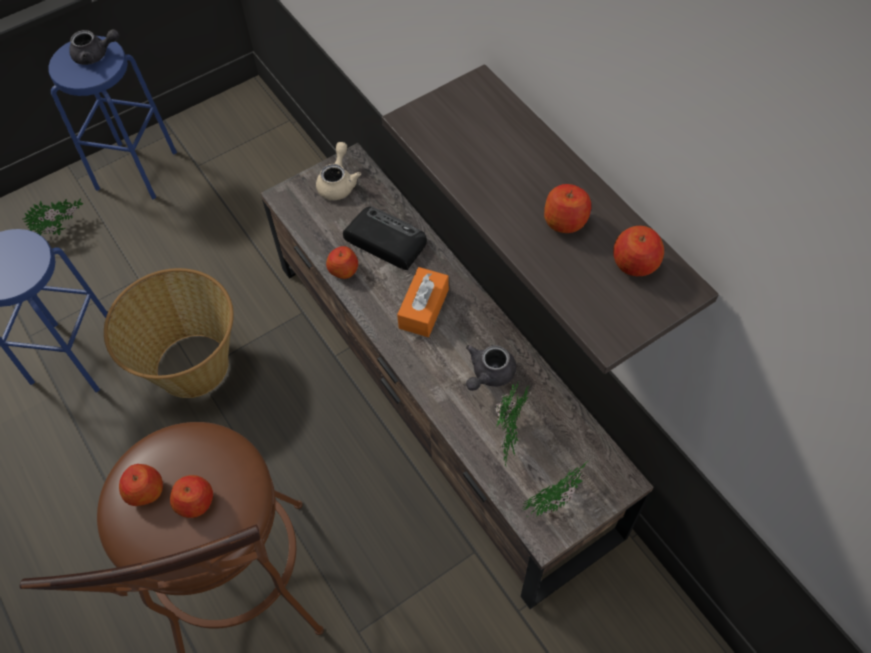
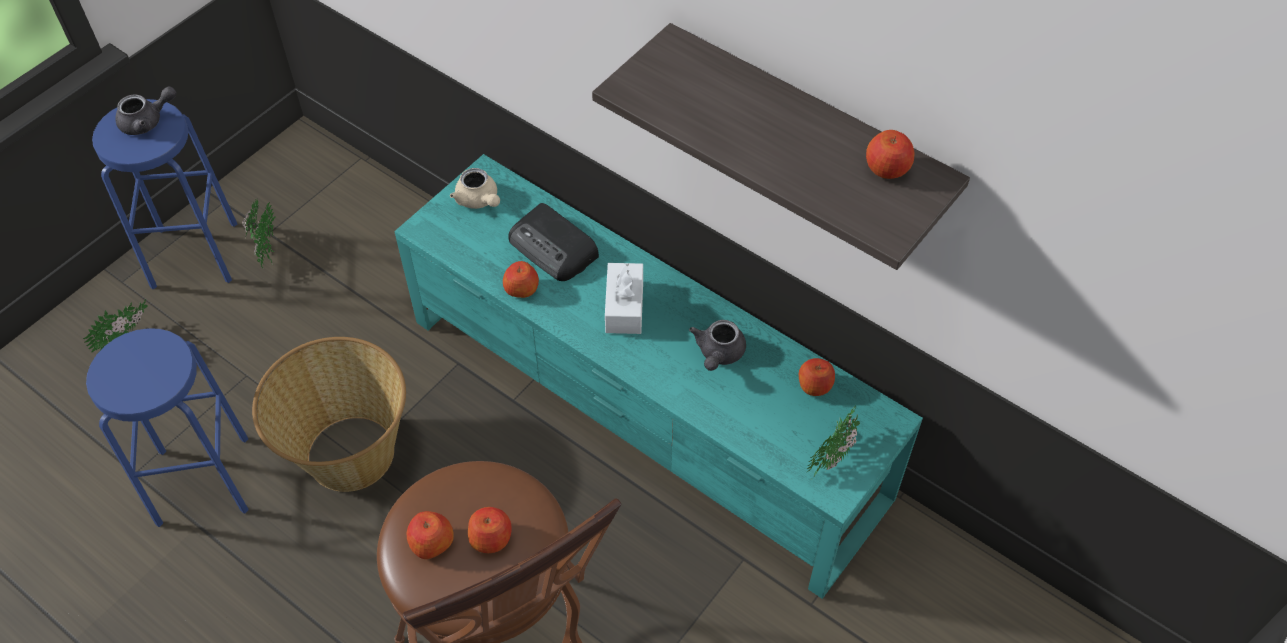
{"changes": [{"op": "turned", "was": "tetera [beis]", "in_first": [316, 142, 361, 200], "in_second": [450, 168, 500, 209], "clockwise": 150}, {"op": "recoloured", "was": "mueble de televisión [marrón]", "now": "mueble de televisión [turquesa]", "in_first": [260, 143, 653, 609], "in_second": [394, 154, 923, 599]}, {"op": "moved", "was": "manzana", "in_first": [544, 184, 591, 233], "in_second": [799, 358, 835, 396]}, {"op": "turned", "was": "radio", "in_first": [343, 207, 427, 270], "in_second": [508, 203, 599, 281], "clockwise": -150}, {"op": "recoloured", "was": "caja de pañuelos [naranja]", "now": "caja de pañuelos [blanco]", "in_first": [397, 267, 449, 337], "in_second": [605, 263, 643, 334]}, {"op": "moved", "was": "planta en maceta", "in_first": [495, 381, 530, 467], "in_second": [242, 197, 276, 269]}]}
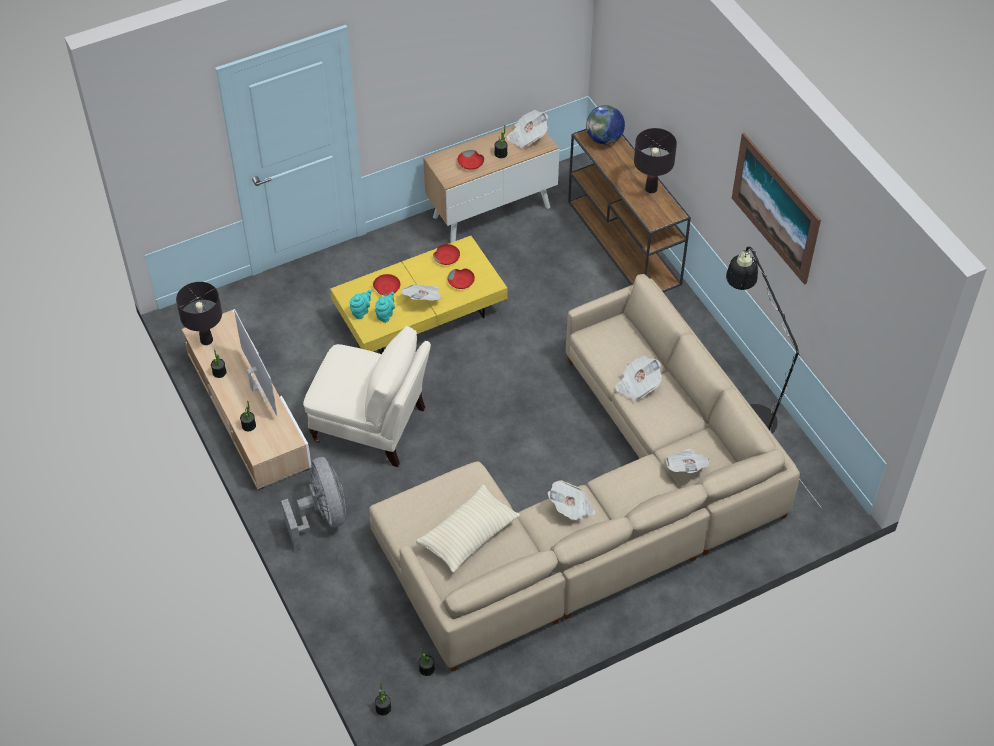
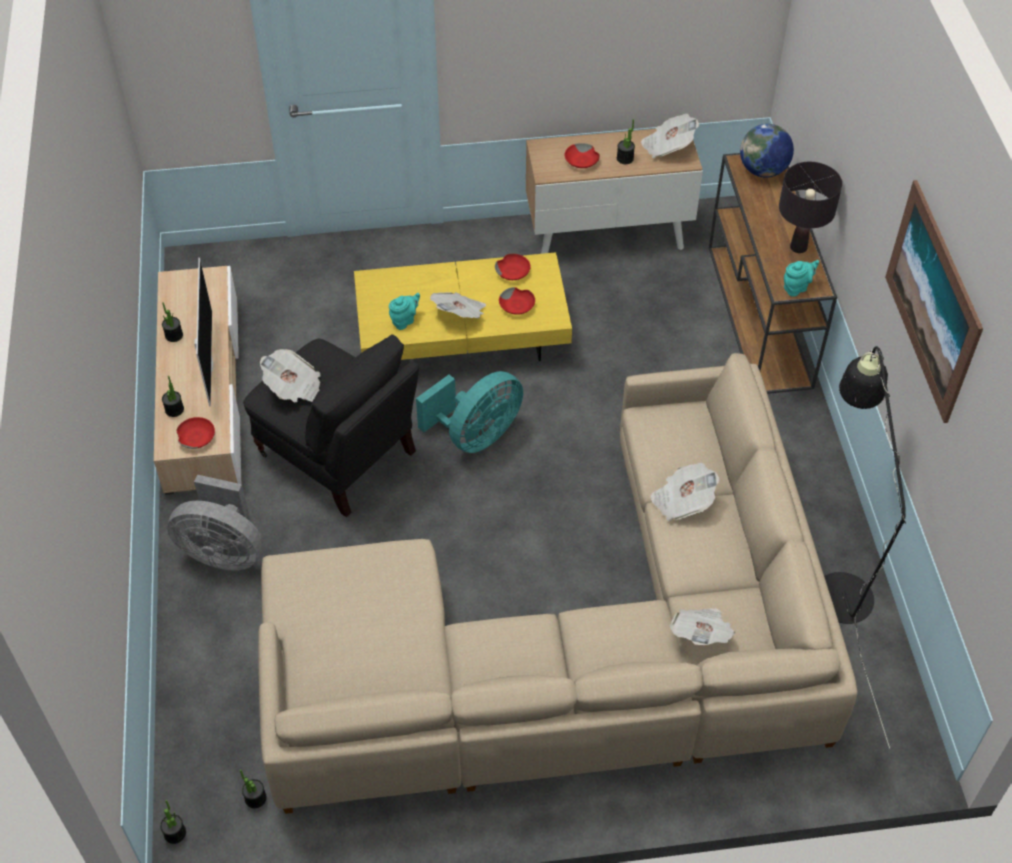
{"changes": [{"op": "moved", "was": "cuenco [rojo]", "in_first": [373, 274, 400, 296], "in_second": [176, 417, 215, 449]}, {"op": "removed", "was": "lámpara de mesa [negro]", "in_first": [176, 282, 222, 345]}, {"op": "moved", "was": "tetera [turquesa]", "in_first": [350, 290, 371, 319], "in_second": [784, 260, 819, 297]}, {"op": "recoloured", "was": "sillón [beis]", "now": "sillón [negro]", "in_first": [303, 326, 431, 467], "in_second": [243, 334, 419, 517]}, {"op": "turned", "was": "ventilador [gris]", "in_first": [281, 457, 346, 550], "in_second": [167, 475, 263, 571], "clockwise": 105}, {"op": "moved", "was": "periódico", "in_first": [548, 480, 596, 521], "in_second": [260, 349, 321, 402]}, {"op": "removed", "was": "cojín [beis]", "in_first": [416, 485, 520, 573]}, {"op": "added", "now": "ventilador [turquesa]", "in_second": [416, 371, 523, 453]}]}
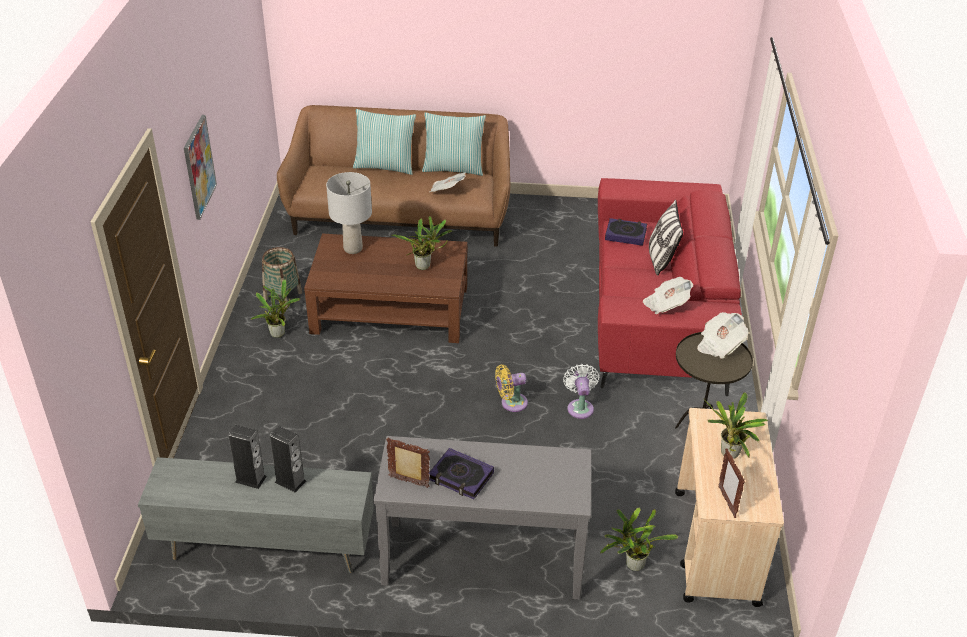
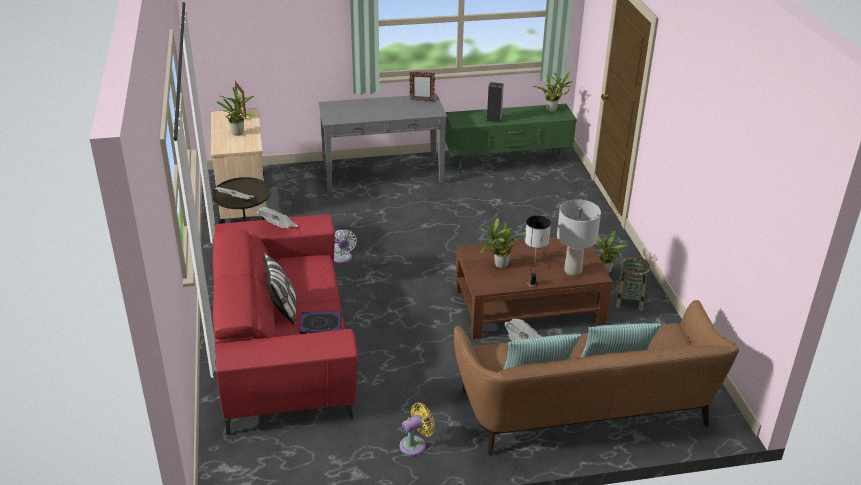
{"changes": [{"op": "removed", "was": "cuadro", "in_first": [184, 115, 217, 220]}, {"op": "moved", "was": "ventilador [amarillo]", "in_first": [495, 365, 528, 412], "in_second": [400, 402, 435, 456]}, {"op": "removed", "was": "altavoz", "in_first": [228, 425, 267, 489]}, {"op": "removed", "was": "libro", "in_first": [429, 448, 494, 499]}, {"op": "recoloured", "was": "mueble de televisión [gris]", "now": "mueble de televisión [verde]", "in_first": [138, 457, 374, 573], "in_second": [445, 104, 577, 173]}, {"op": "moved", "was": "planta en maceta", "in_first": [600, 507, 678, 571], "in_second": [532, 72, 573, 112]}, {"op": "added", "now": "lámpara de mesa", "in_second": [525, 215, 551, 287]}]}
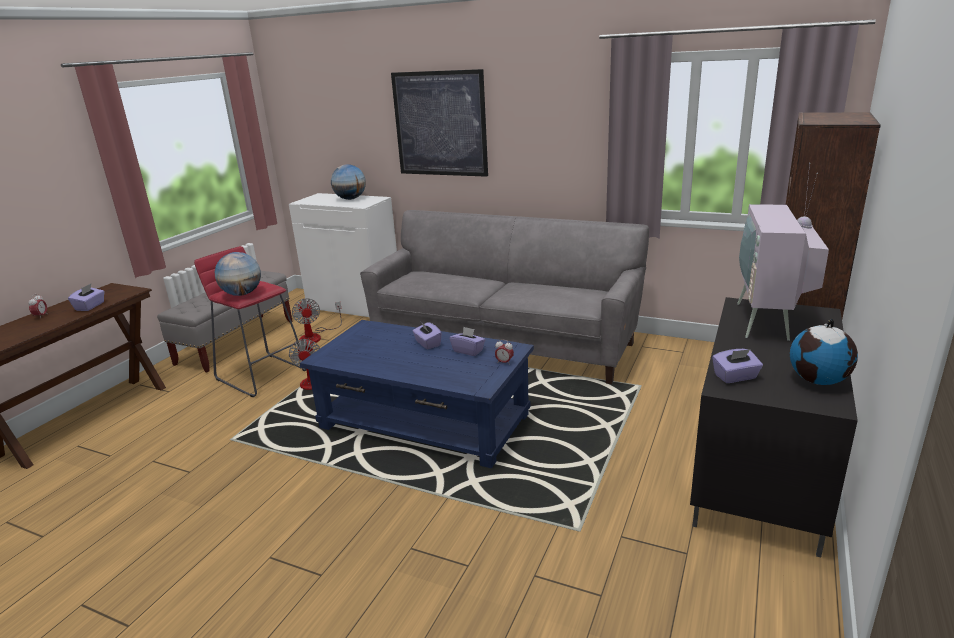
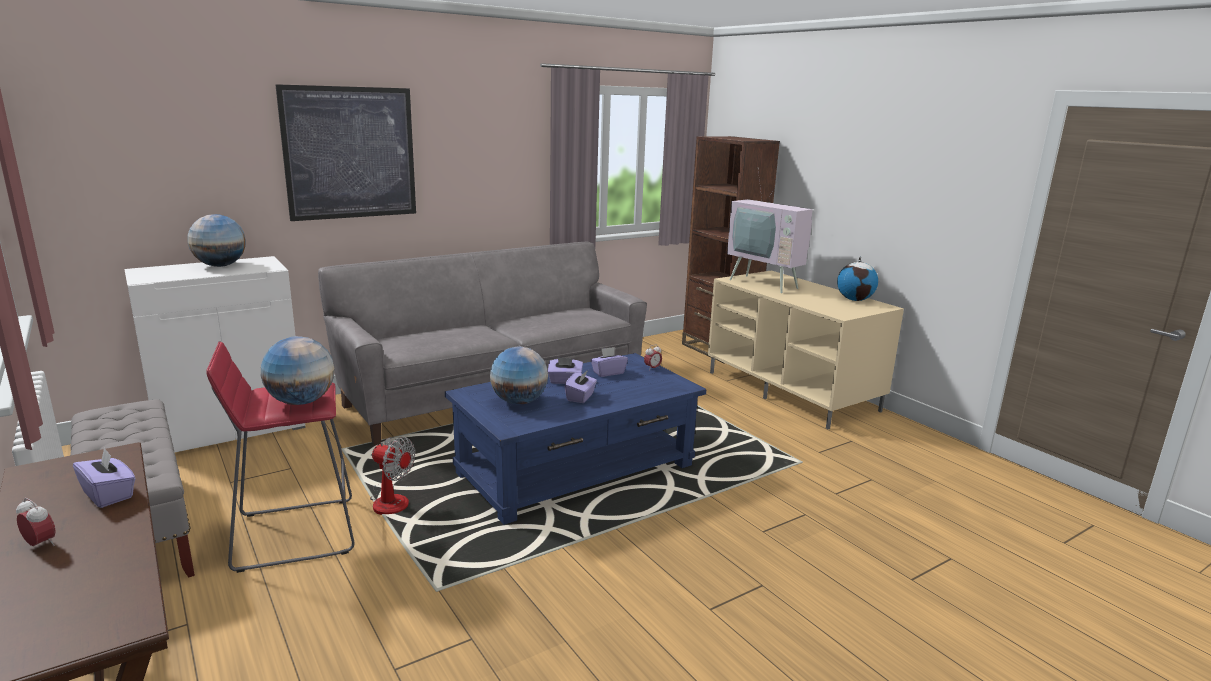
{"changes": [{"op": "recoloured", "was": "mueble de televisión [negro]", "now": "mueble de televisión [beis]", "in_first": [690, 297, 858, 557], "in_second": [708, 270, 904, 429]}, {"op": "removed", "was": "ventilador", "in_first": [292, 298, 342, 344]}, {"op": "moved", "was": "caja de pañuelos [morado]", "in_first": [712, 349, 763, 383], "in_second": [565, 370, 597, 403]}, {"op": "added", "now": "globo terráqueo", "in_second": [490, 347, 548, 404]}]}
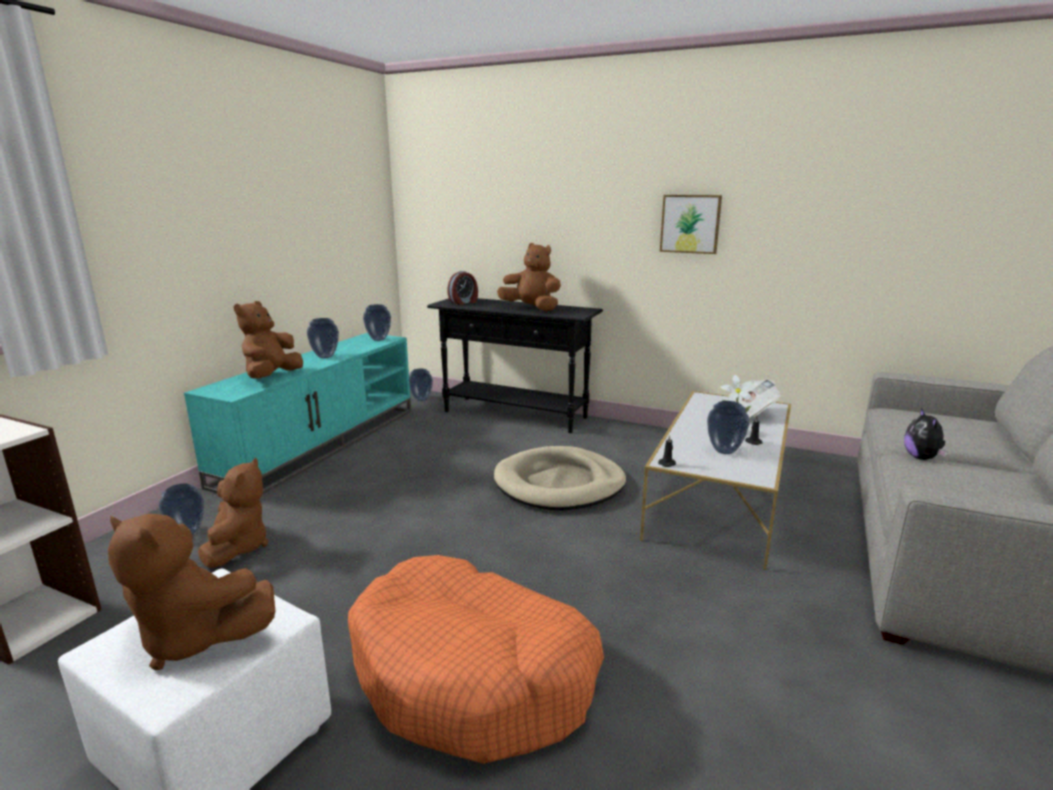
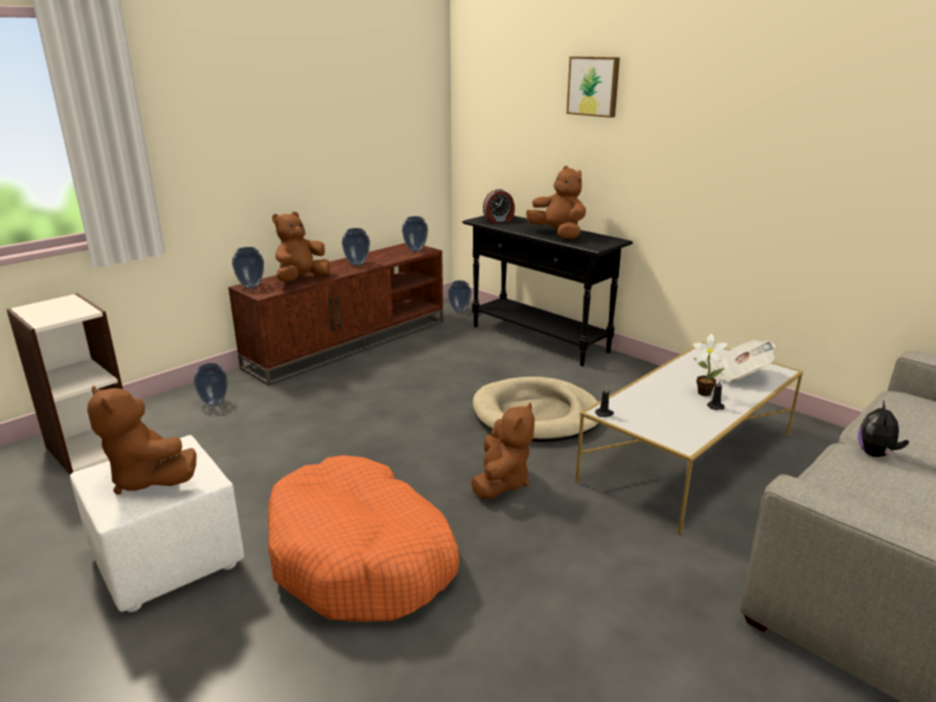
{"changes": [{"op": "moved", "was": "cuadro", "in_first": [660, 195, 722, 254], "in_second": [567, 56, 620, 118]}, {"op": "recoloured", "was": "mueble de televisión [turquesa]", "now": "mueble de televisión [marrón]", "in_first": [184, 333, 411, 494], "in_second": [228, 243, 443, 386]}, {"op": "moved", "was": "florero", "in_first": [707, 401, 749, 454], "in_second": [232, 247, 264, 288]}, {"op": "moved", "was": "peluche [marrón]", "in_first": [198, 458, 268, 568], "in_second": [471, 403, 535, 500]}]}
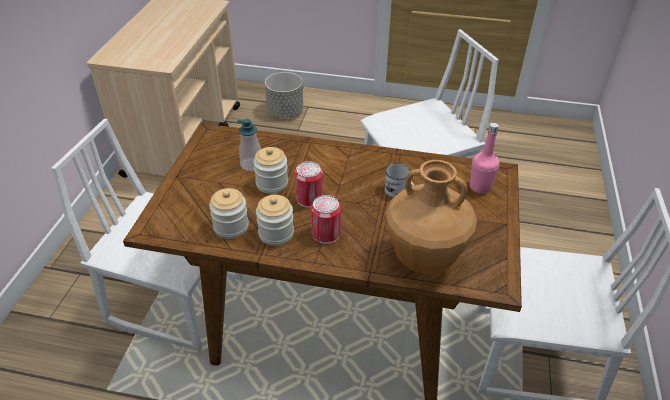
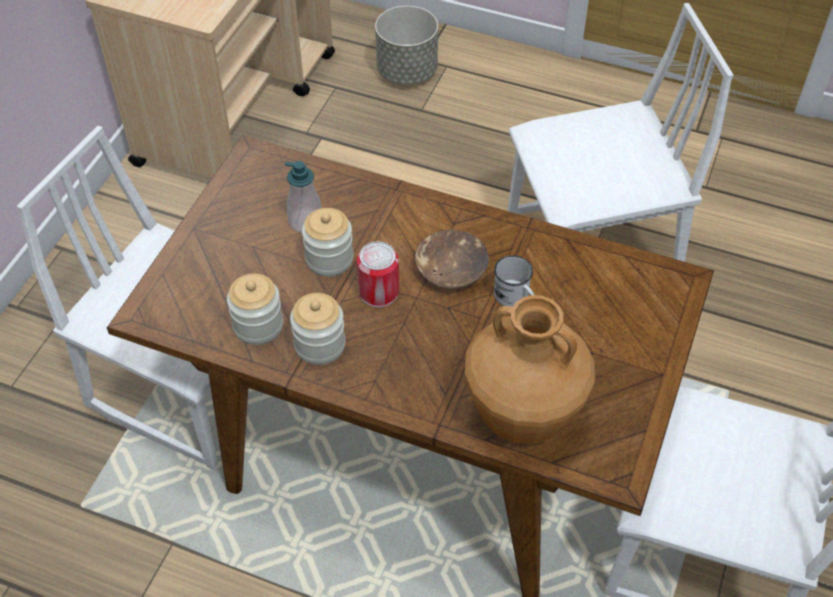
{"changes": [{"op": "removed", "was": "botella [rosa]", "in_first": [470, 123, 500, 194]}, {"op": "removed", "was": "lata", "in_first": [311, 195, 341, 244]}, {"op": "added", "now": "cuenco [marrón]", "in_second": [415, 230, 489, 288]}]}
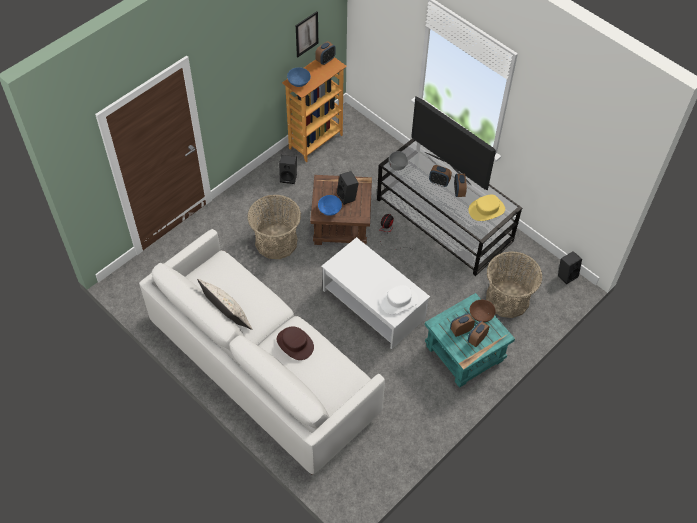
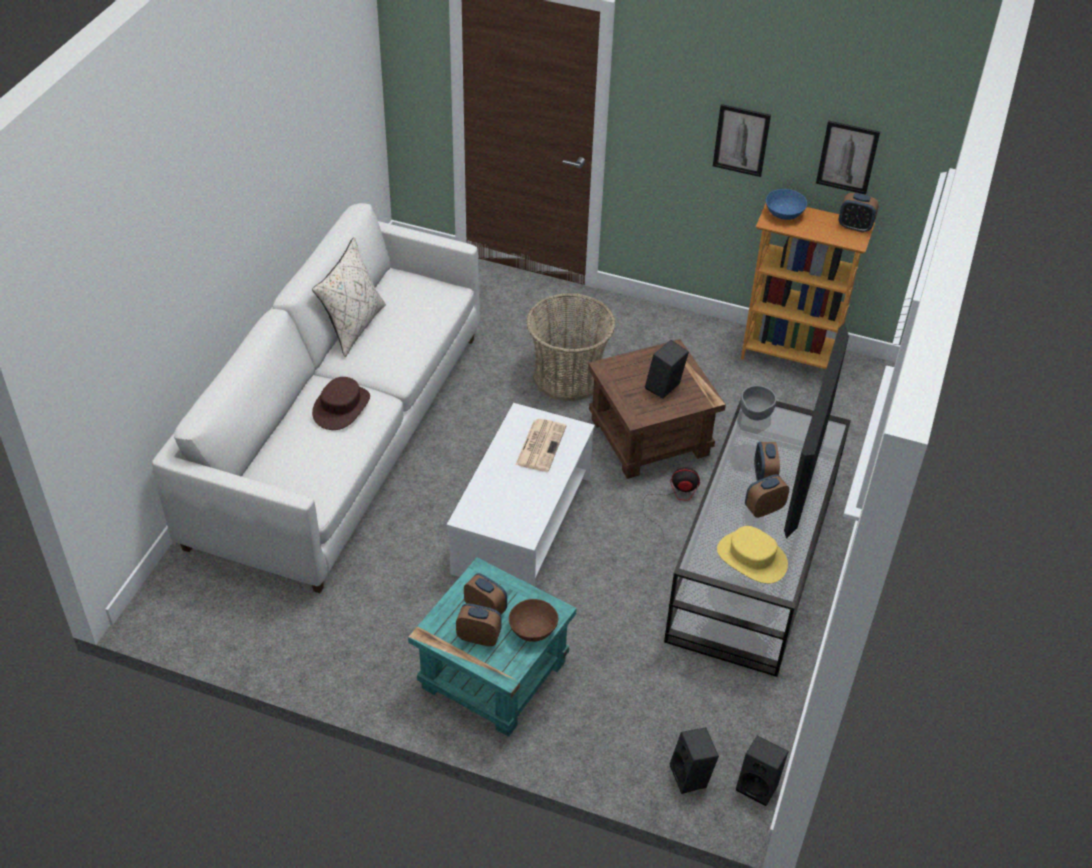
{"changes": [{"op": "moved", "was": "altavoz [negro]", "in_first": [279, 155, 297, 184], "in_second": [670, 727, 719, 794]}, {"op": "removed", "was": "cuenco [azul]", "in_first": [318, 195, 342, 216]}, {"op": "removed", "was": "cesta", "in_first": [486, 251, 543, 318]}, {"op": "removed", "was": "sombrero [blanco]", "in_first": [380, 285, 418, 314]}, {"op": "added", "now": "cuadro", "in_second": [713, 104, 771, 177]}, {"op": "added", "now": "periódico", "in_second": [515, 419, 566, 472]}]}
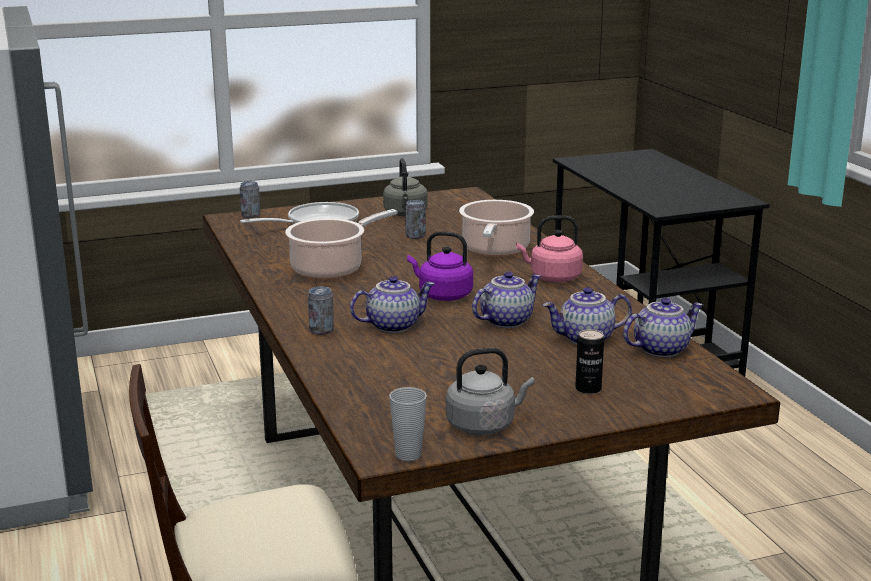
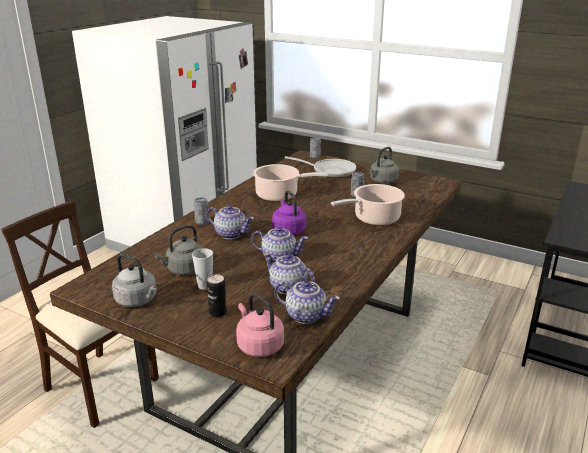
{"changes": [{"op": "moved", "was": "hervidor [rosa]", "in_first": [516, 215, 583, 282], "in_second": [236, 293, 284, 357]}, {"op": "moved", "was": "taza", "in_first": [389, 387, 427, 461], "in_second": [192, 248, 213, 290]}, {"op": "added", "now": "hervidor [gris]", "in_second": [154, 225, 203, 276]}]}
